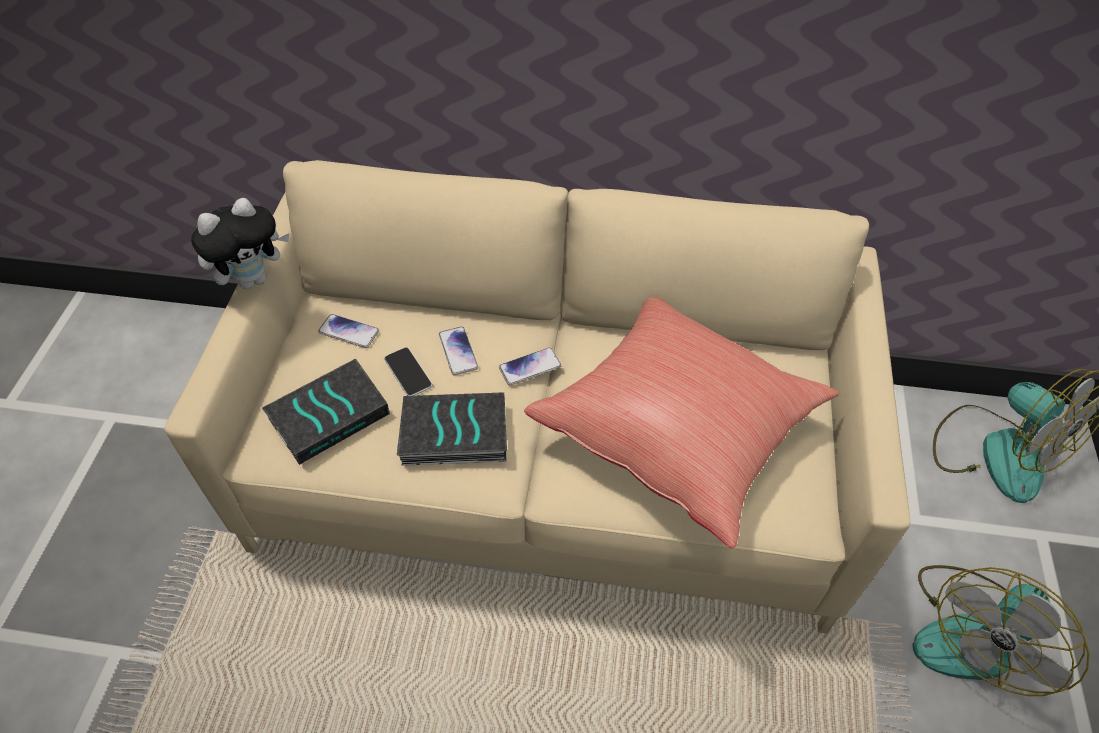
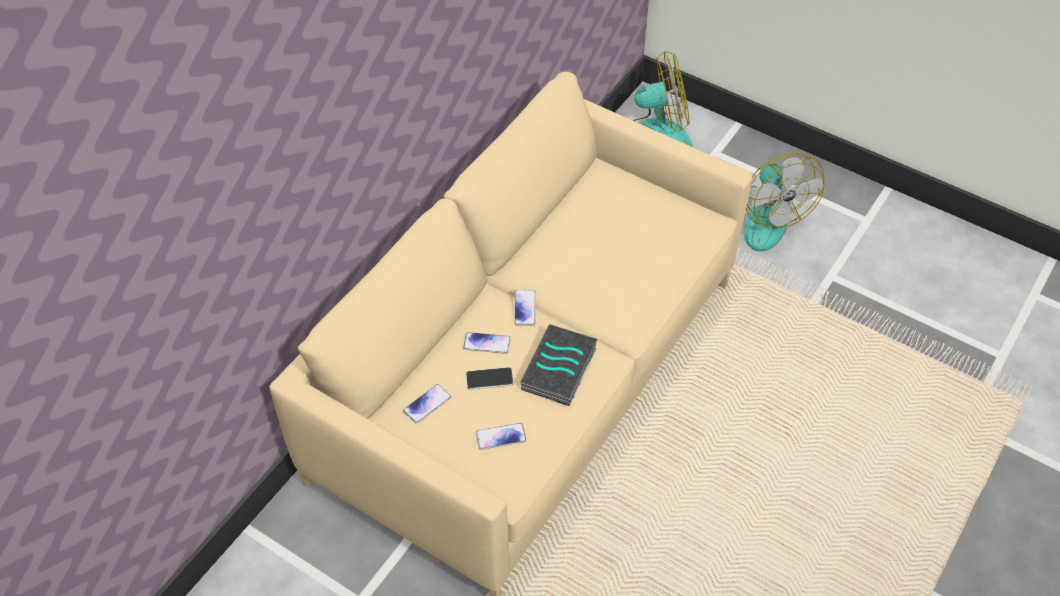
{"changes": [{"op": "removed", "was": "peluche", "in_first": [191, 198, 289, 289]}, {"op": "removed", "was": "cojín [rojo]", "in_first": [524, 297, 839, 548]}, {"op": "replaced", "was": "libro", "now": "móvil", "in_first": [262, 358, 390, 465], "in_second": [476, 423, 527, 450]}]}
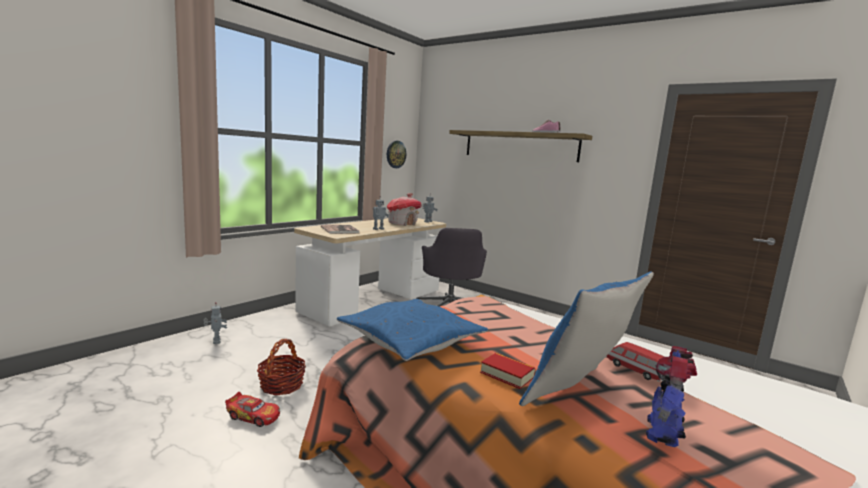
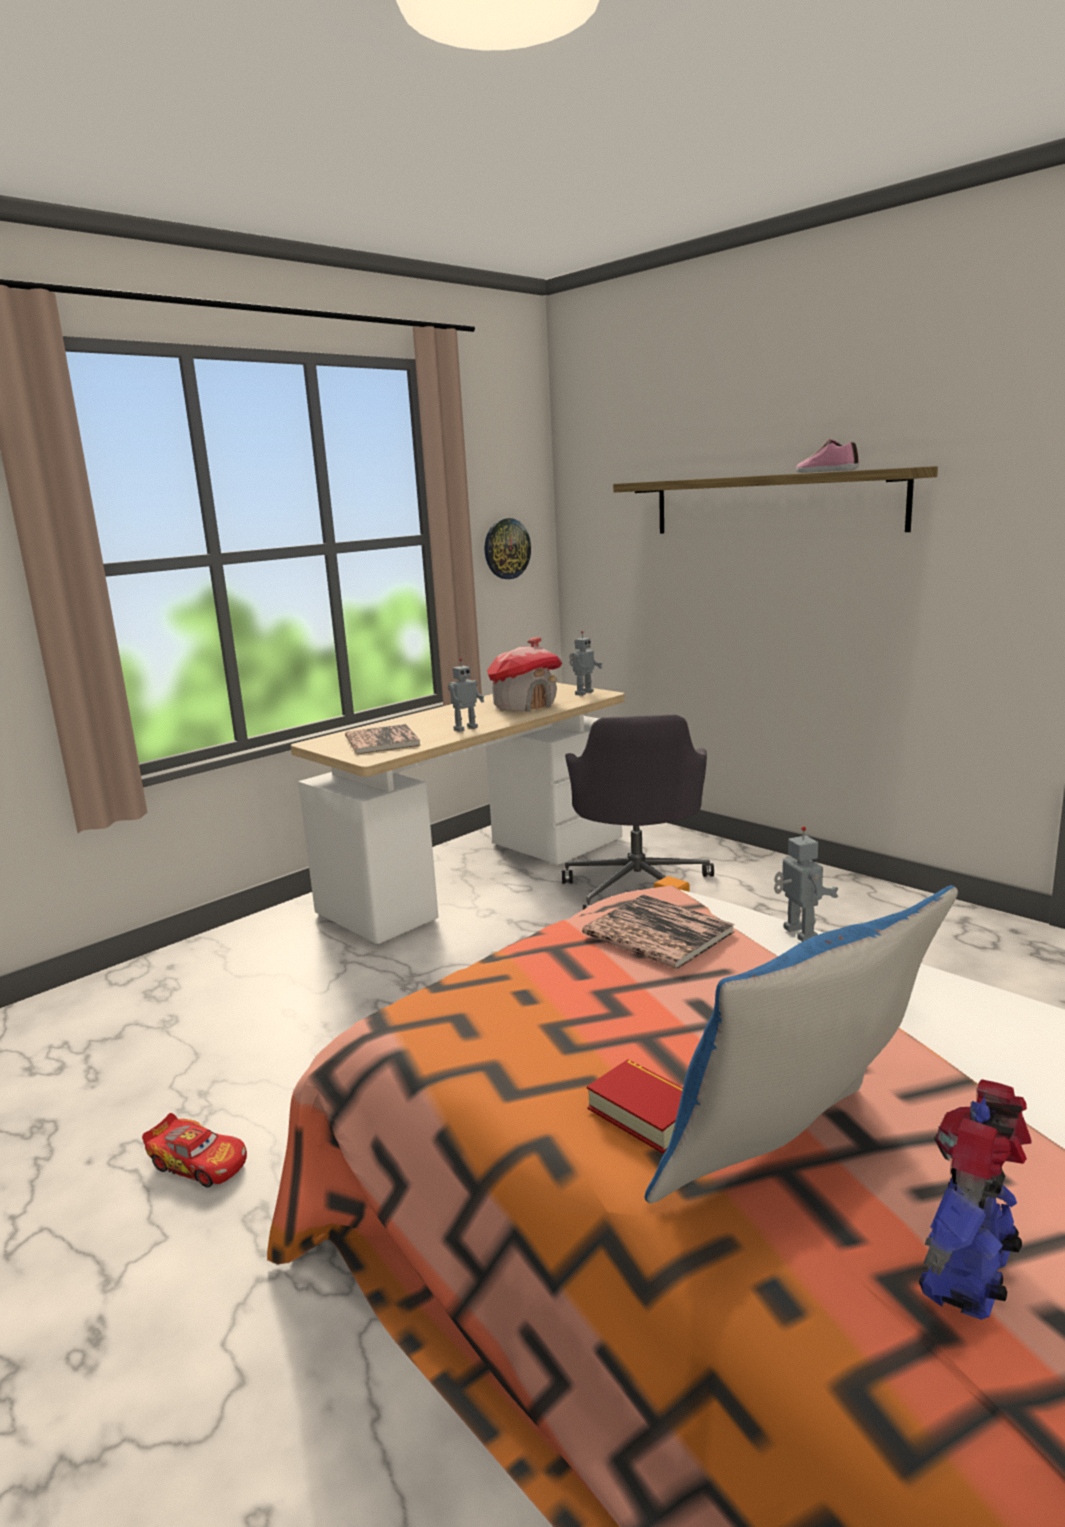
{"changes": [{"op": "removed", "was": "cojín [azul]", "in_first": [337, 299, 488, 361]}, {"op": "moved", "was": "robot de juguete", "in_first": [203, 302, 227, 344], "in_second": [774, 826, 839, 942]}, {"op": "removed", "was": "cesta", "in_first": [257, 339, 306, 395]}, {"op": "removed", "was": "coche de juguete", "in_first": [606, 342, 665, 382]}, {"op": "added", "now": "libro", "in_second": [582, 894, 735, 969]}]}
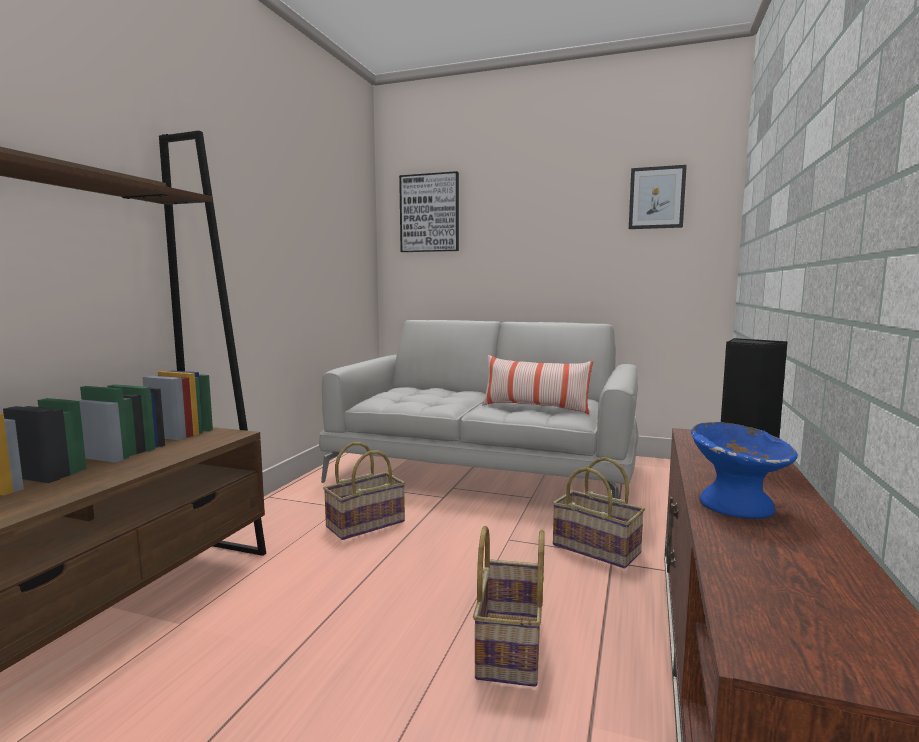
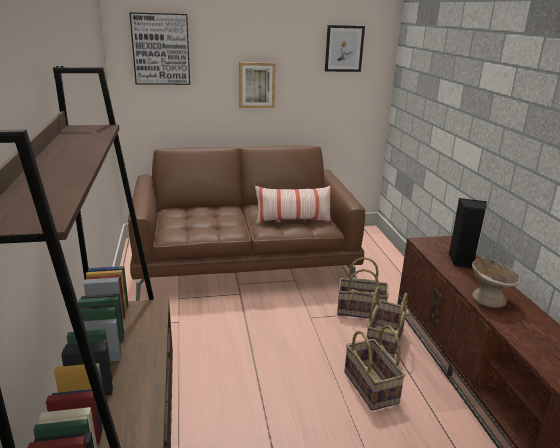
{"changes": [{"op": "recoloured", "was": "sofá [gris]", "now": "sofá [marrón]", "in_first": [319, 320, 638, 499], "in_second": [128, 145, 365, 301]}, {"op": "recoloured", "was": "cuenco [azul]", "now": "cuenco [beis]", "in_first": [691, 422, 798, 519], "in_second": [472, 259, 520, 308]}, {"op": "moved", "was": "cesta", "in_first": [323, 442, 405, 540], "in_second": [367, 286, 408, 359]}, {"op": "added", "now": "cuadro", "in_second": [239, 62, 276, 108]}]}
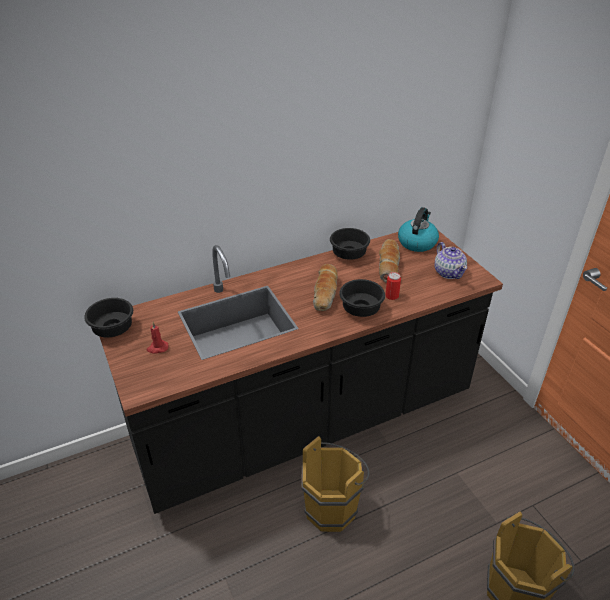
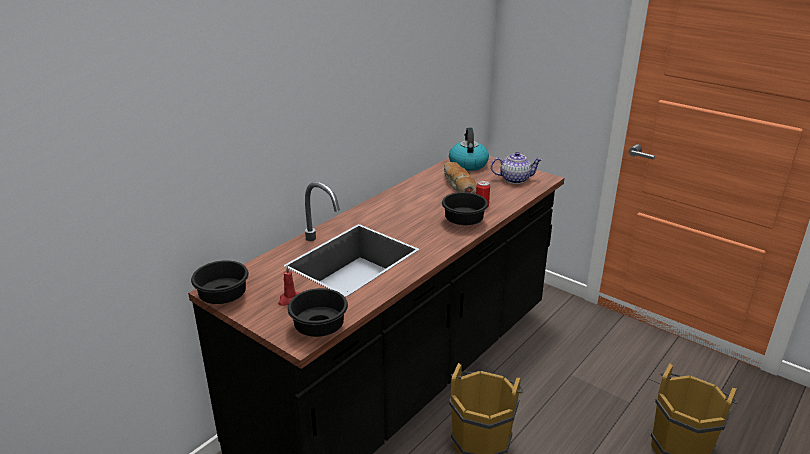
{"changes": [{"op": "moved", "was": "cuenco [negro]", "in_first": [330, 228, 370, 260], "in_second": [288, 288, 348, 337]}, {"op": "turned", "was": "tetera", "in_first": [435, 242, 467, 279], "in_second": [491, 152, 543, 184], "clockwise": -45}, {"op": "removed", "was": "pan", "in_first": [313, 264, 338, 311]}]}
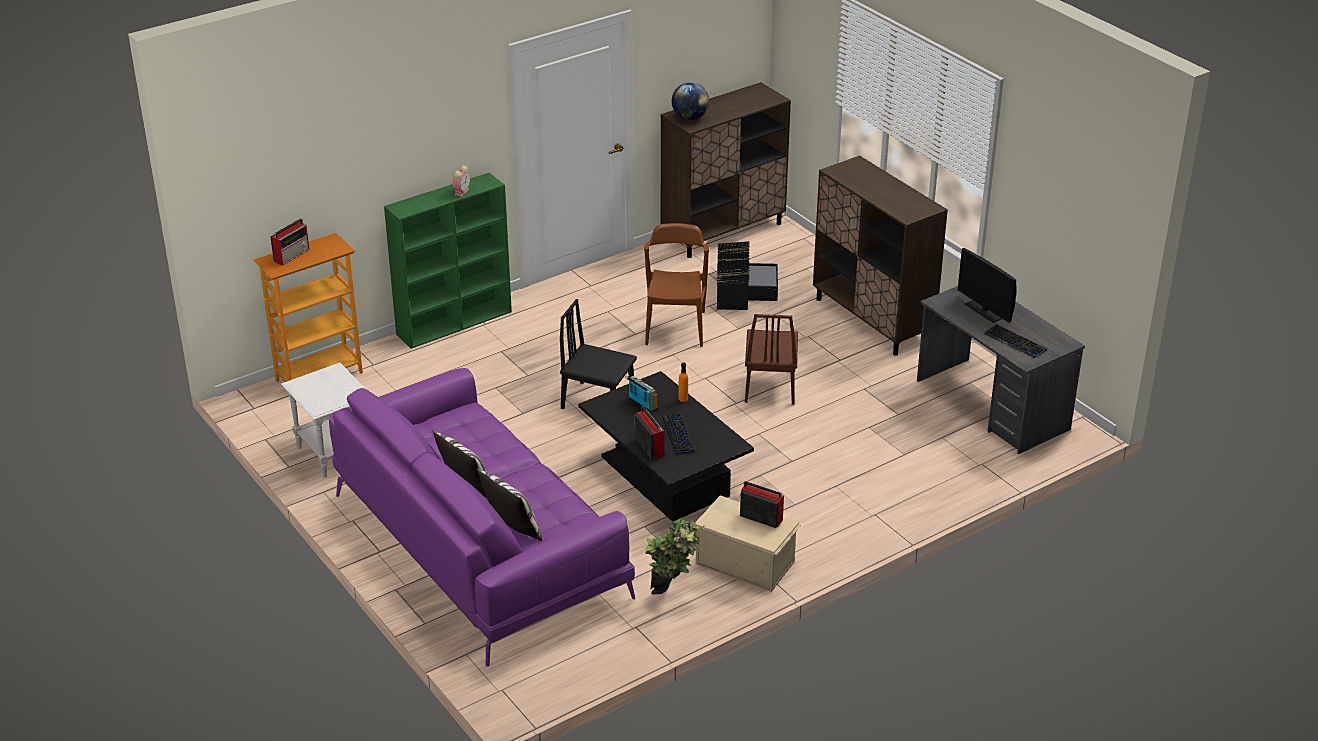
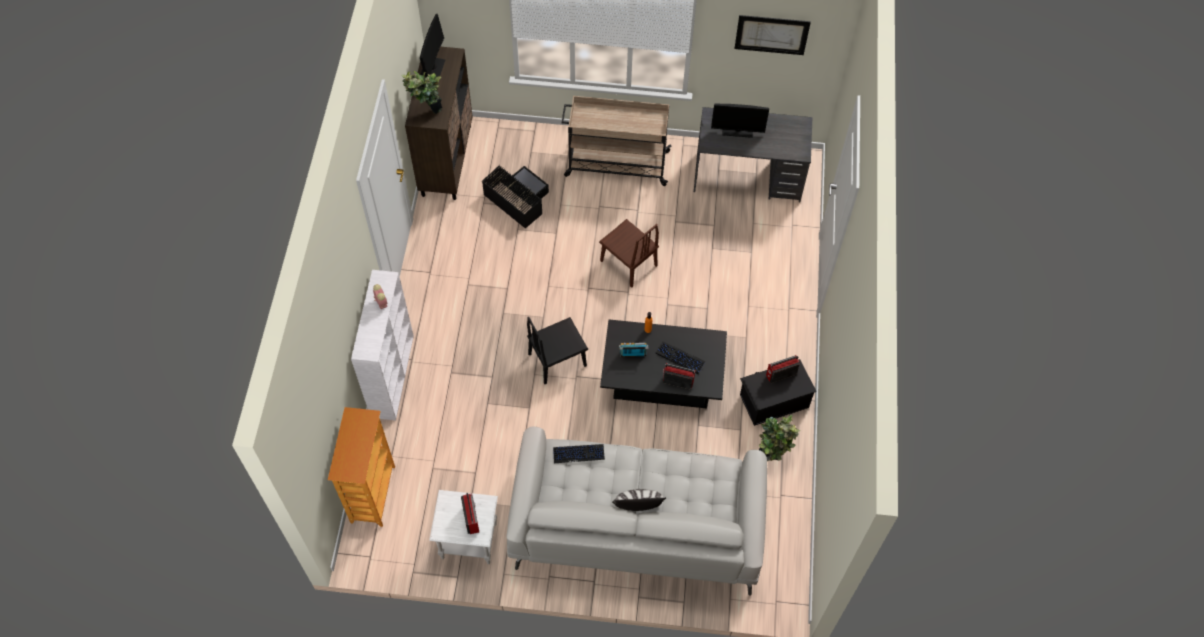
{"changes": [{"op": "replaced", "was": "globo terráqueo", "now": "planta en maceta", "in_first": [672, 82, 709, 120], "in_second": [401, 71, 442, 114]}, {"op": "replaced", "was": "armario [marrón]", "now": "carrito [beis]", "in_first": [813, 156, 948, 356], "in_second": [562, 96, 672, 186]}, {"op": "recoloured", "was": "estantería [verde]", "now": "estantería [blanco]", "in_first": [384, 173, 512, 349], "in_second": [351, 270, 414, 421]}, {"op": "moved", "was": "radio", "in_first": [270, 218, 309, 266], "in_second": [461, 493, 479, 534]}, {"op": "removed", "was": "silla [marrón]", "in_first": [644, 223, 709, 347]}, {"op": "moved", "was": "teclado", "in_first": [984, 324, 1047, 358], "in_second": [553, 444, 605, 463]}, {"op": "recoloured", "was": "sofá [morado]", "now": "sofá [blanco]", "in_first": [329, 368, 635, 667], "in_second": [507, 426, 767, 596]}, {"op": "removed", "was": "cojín", "in_first": [477, 468, 542, 541]}, {"op": "recoloured", "was": "caja de almacenaje [beis]", "now": "caja de almacenaje [negro]", "in_first": [695, 495, 801, 592], "in_second": [740, 359, 817, 426]}, {"op": "added", "now": "monitor", "in_second": [420, 14, 445, 78]}, {"op": "added", "now": "cuadro", "in_second": [734, 15, 811, 55]}]}
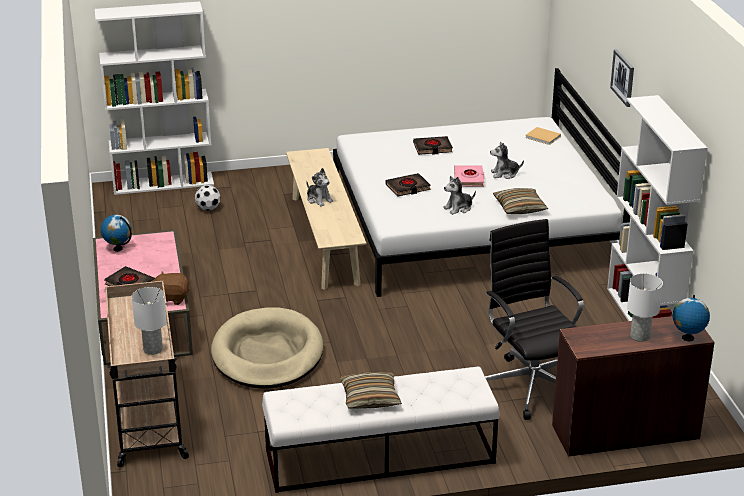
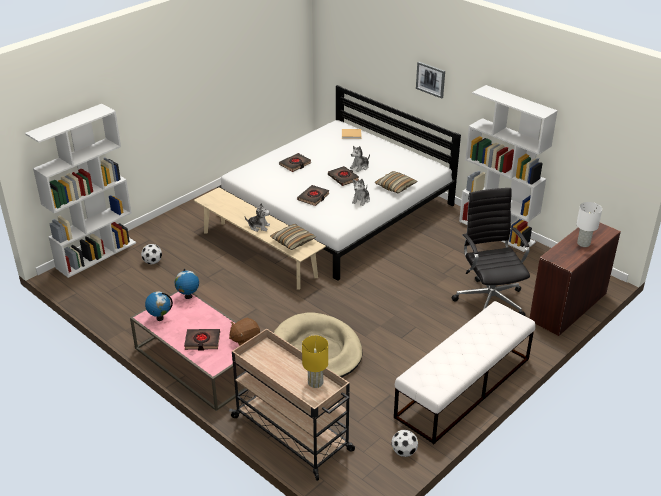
{"changes": [{"op": "recoloured", "was": "libro [rosa]", "now": "libro [negro]", "in_first": [454, 165, 484, 187], "in_second": [328, 166, 359, 186]}, {"op": "turned", "was": "silla de oficina [negro]", "in_first": [485, 219, 584, 420], "in_second": [452, 188, 530, 316], "clockwise": 45}, {"op": "recoloured", "was": "lámpara de mesa [blanco]", "now": "lámpara de mesa [amarillo]", "in_first": [132, 287, 167, 355], "in_second": [302, 336, 328, 388]}, {"op": "moved", "was": "globo terráqueo", "in_first": [673, 295, 710, 341], "in_second": [175, 269, 199, 299]}, {"op": "moved", "was": "cojín", "in_first": [340, 372, 402, 409], "in_second": [270, 224, 316, 250]}, {"op": "added", "now": "balón de fútbol", "in_second": [391, 430, 418, 457]}]}
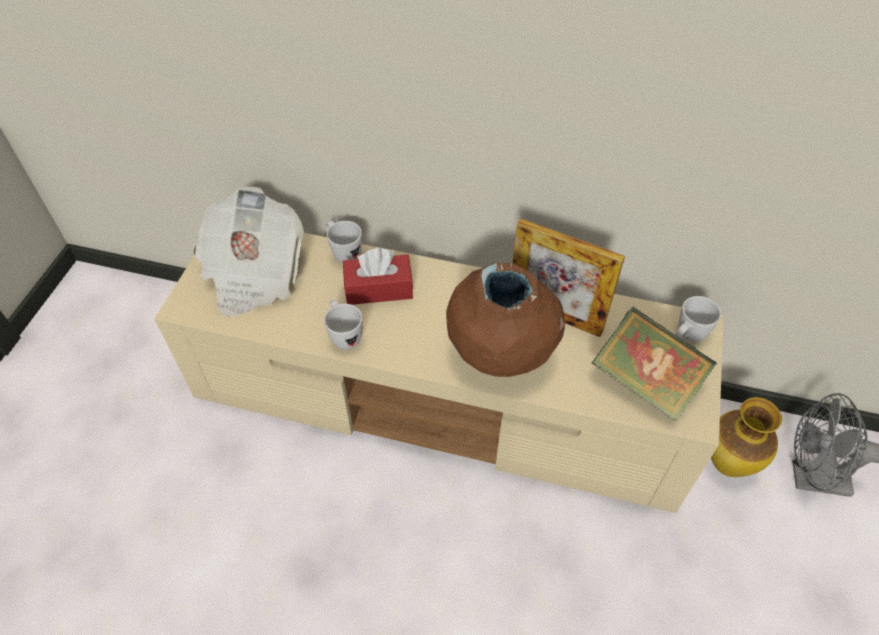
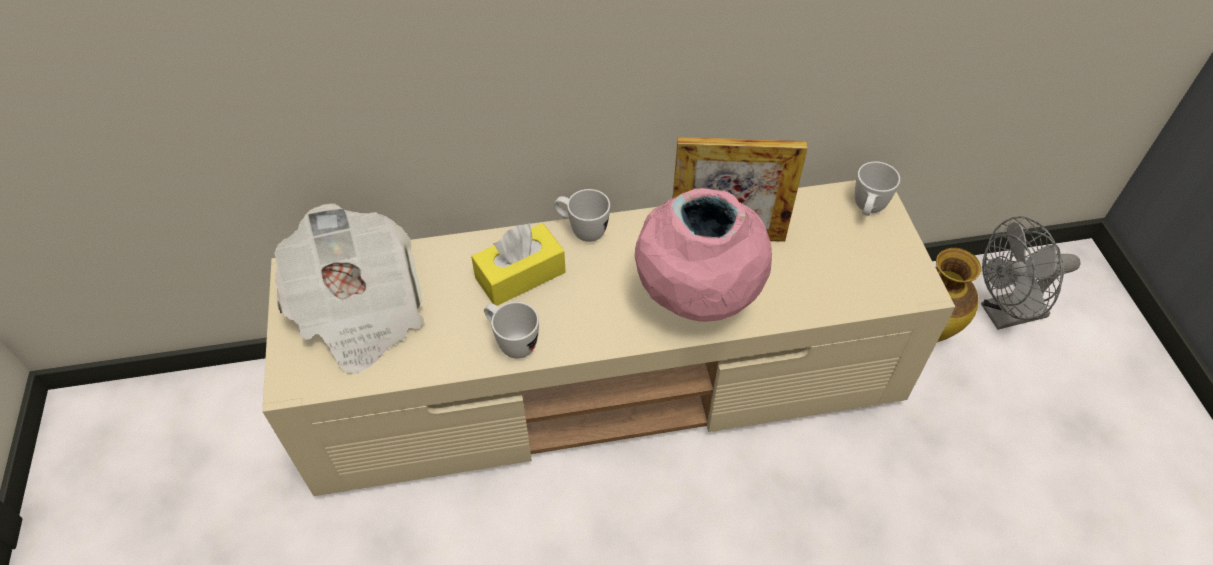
{"changes": [{"op": "moved", "was": "taza grande [blanco]", "in_first": [325, 221, 362, 263], "in_second": [554, 189, 610, 242]}, {"op": "recoloured", "was": "caja de pañuelos [rojo]", "now": "caja de pañuelos [amarillo]", "in_first": [343, 248, 413, 305], "in_second": [471, 223, 566, 306]}, {"op": "recoloured", "was": "florero [marrón]", "now": "florero [rosa]", "in_first": [446, 263, 565, 377], "in_second": [635, 188, 772, 322]}, {"op": "removed", "was": "libro", "in_first": [592, 307, 717, 421]}]}
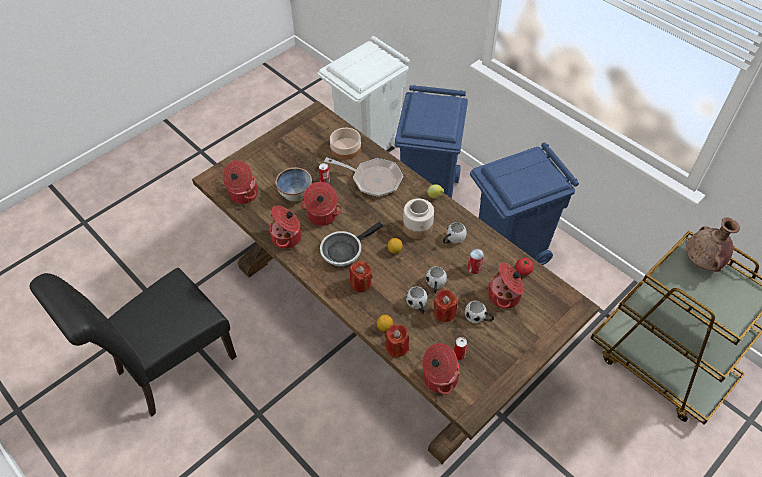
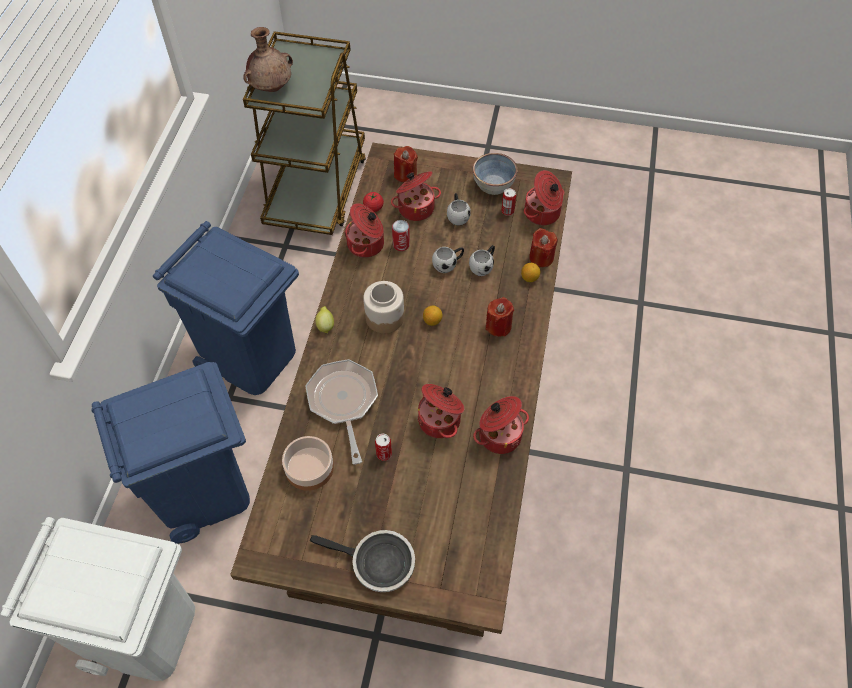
{"changes": [{"op": "moved", "was": "olla", "in_first": [223, 160, 258, 204], "in_second": [344, 203, 384, 258]}, {"op": "moved", "was": "cuenco", "in_first": [276, 168, 312, 201], "in_second": [473, 153, 517, 195]}, {"op": "moved", "was": "sartén", "in_first": [320, 222, 383, 266], "in_second": [310, 530, 415, 592]}, {"op": "removed", "was": "taza grande [blanco]", "in_first": [443, 222, 467, 244]}, {"op": "removed", "was": "silla [negro]", "in_first": [29, 268, 237, 416]}, {"op": "moved", "was": "vela [rojo]", "in_first": [434, 289, 457, 322], "in_second": [394, 146, 418, 182]}]}
